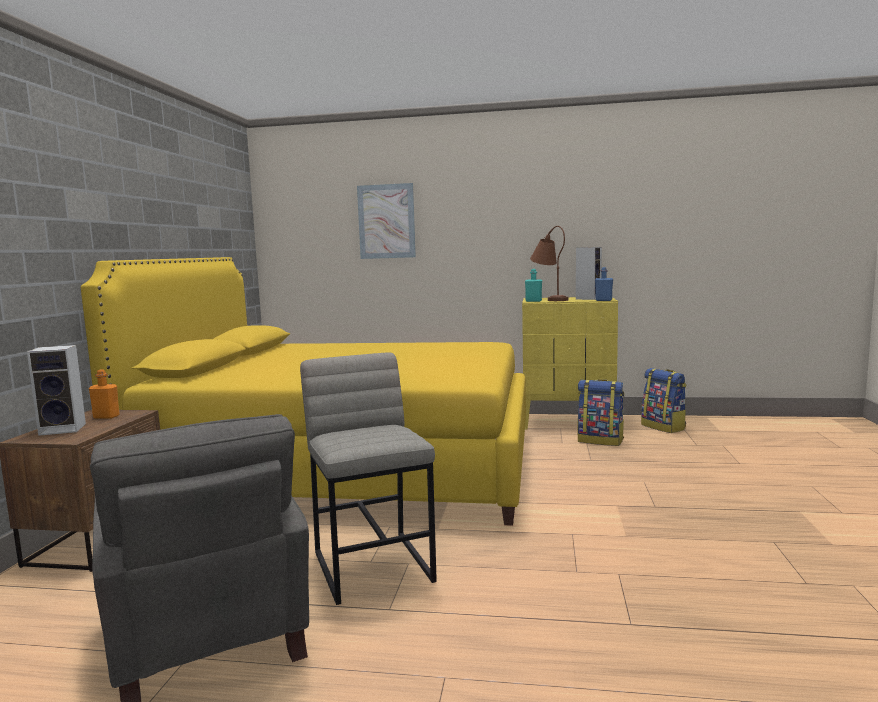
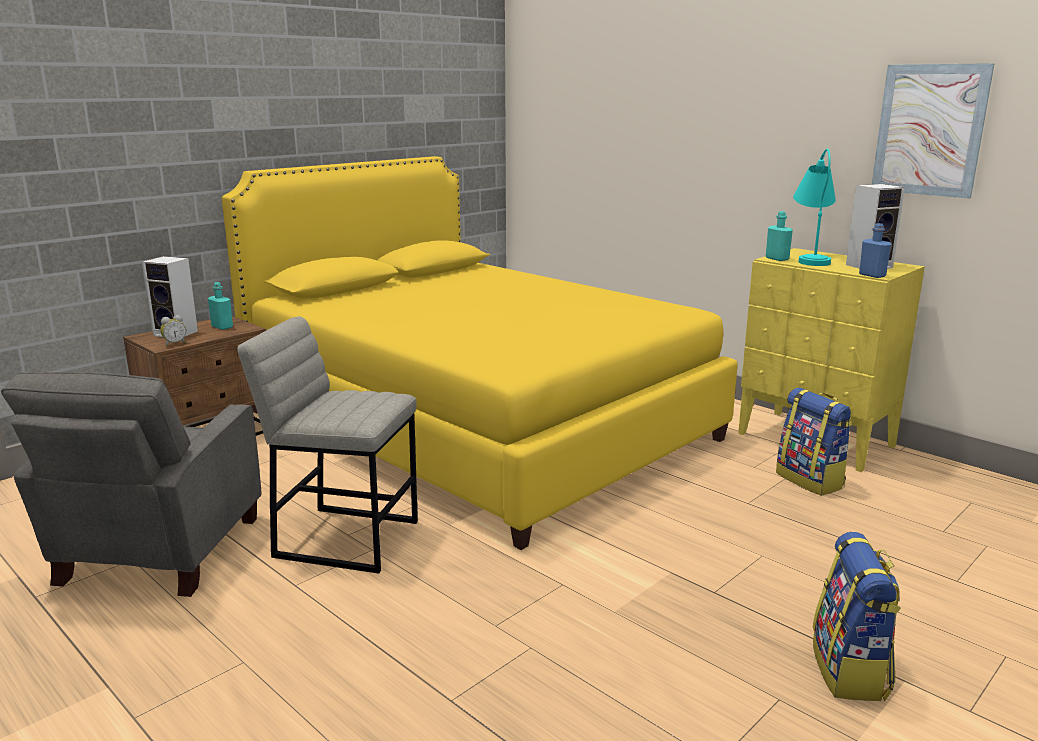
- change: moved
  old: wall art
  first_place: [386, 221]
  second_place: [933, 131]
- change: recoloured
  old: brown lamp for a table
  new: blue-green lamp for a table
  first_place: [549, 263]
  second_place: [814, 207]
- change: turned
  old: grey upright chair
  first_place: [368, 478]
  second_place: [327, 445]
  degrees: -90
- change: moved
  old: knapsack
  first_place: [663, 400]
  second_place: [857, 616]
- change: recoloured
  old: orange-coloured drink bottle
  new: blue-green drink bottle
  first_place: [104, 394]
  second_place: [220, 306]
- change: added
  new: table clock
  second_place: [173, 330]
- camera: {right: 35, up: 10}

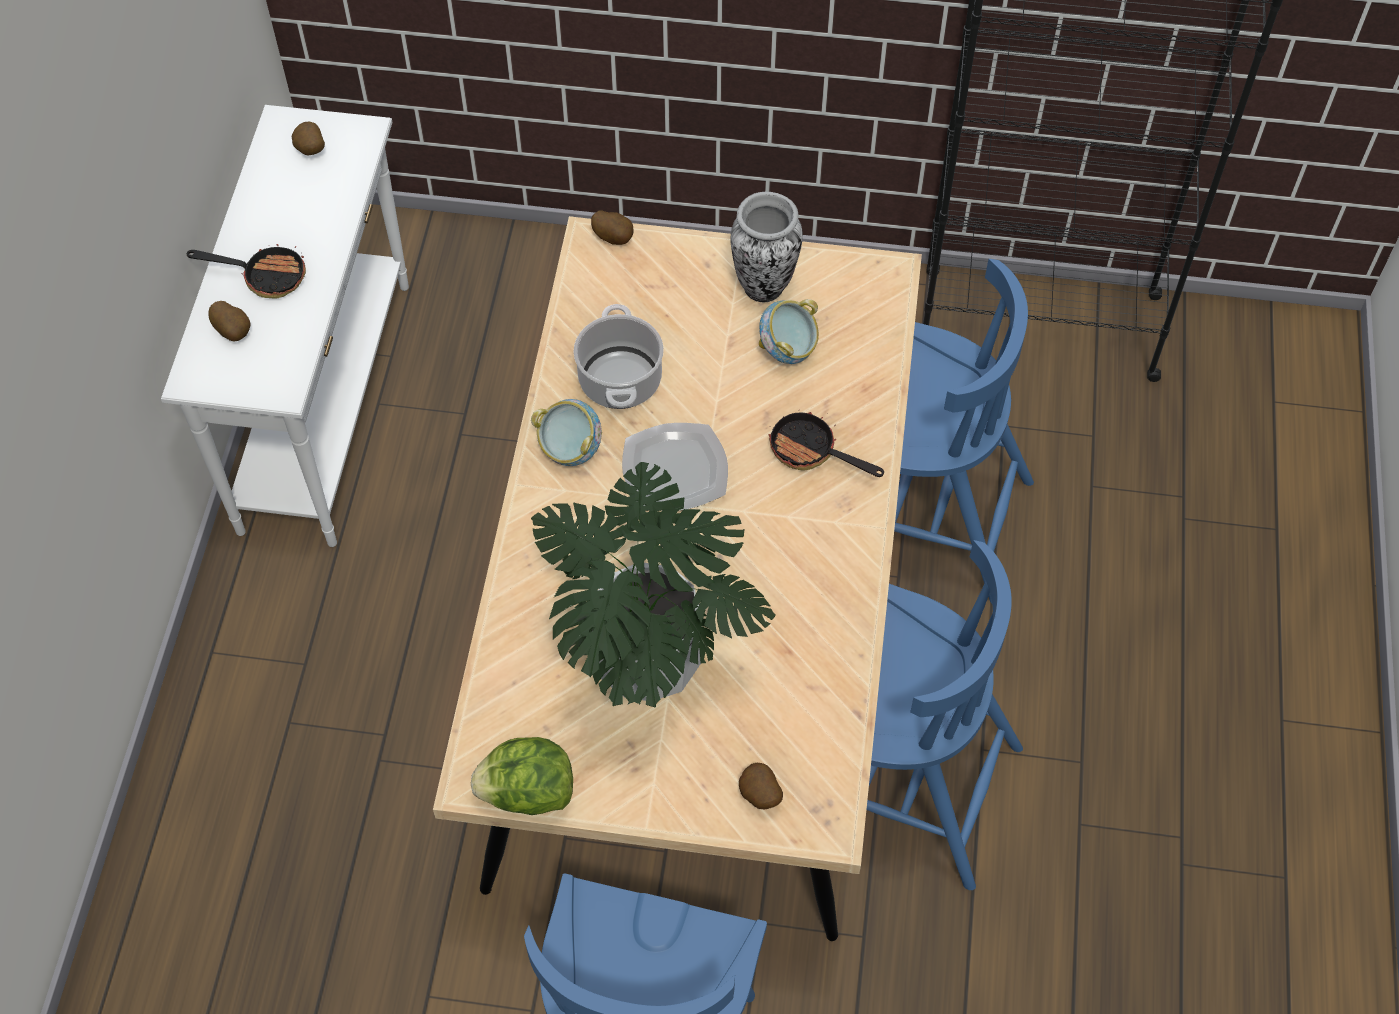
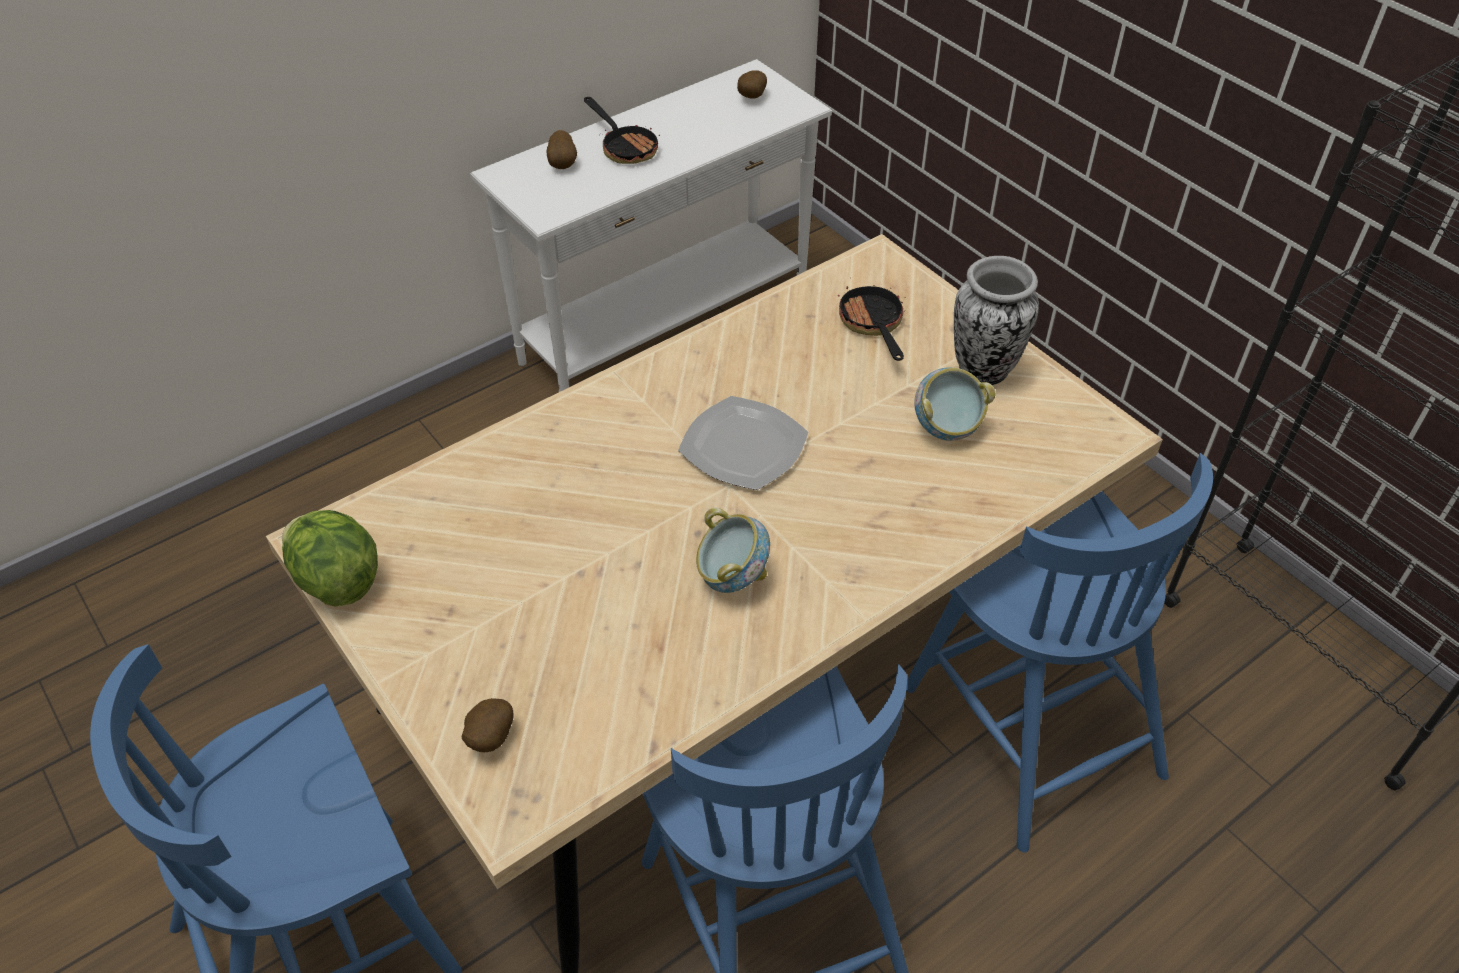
- change: removed
  old: spud
  first_place: [612, 227]
- change: removed
  old: saucepot
  first_place: [618, 356]
- change: moved
  old: deep dish
  first_place: [566, 432]
  second_place: [733, 550]
- change: moved
  old: frying pan
  first_place: [826, 443]
  second_place: [872, 323]
- change: removed
  old: plant in a pot
  first_place: [653, 584]
- camera: {right: 45, up: -10}

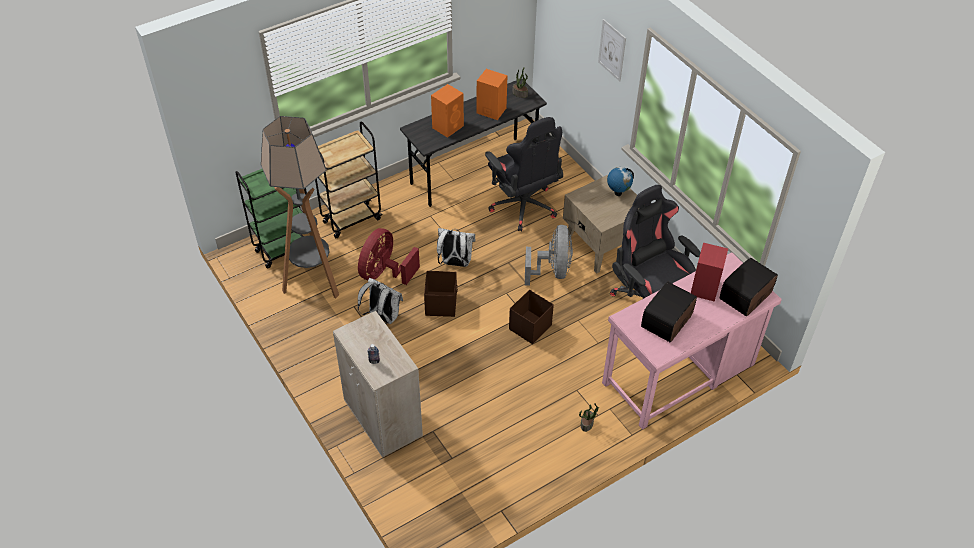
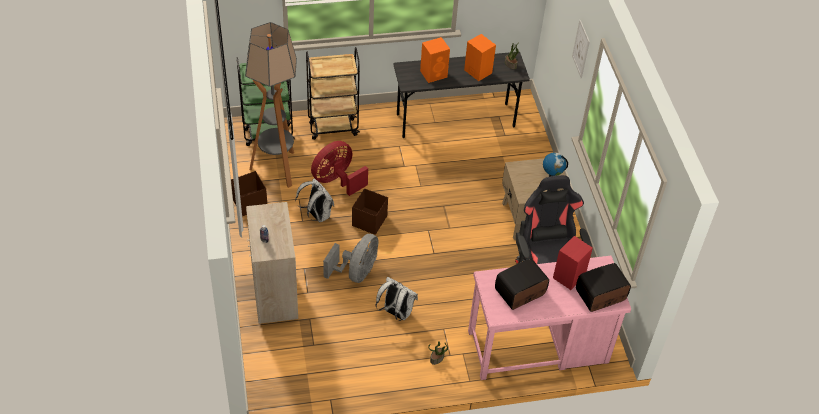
- change: removed
  old: black-coloured office chair
  first_place: [524, 174]
- change: moved
  old: grey electric fan
  first_place: [549, 255]
  second_place: [350, 258]
- change: moved
  old: white knapsack
  first_place: [456, 247]
  second_place: [397, 299]
- change: moved
  old: brown storage bin
  first_place: [531, 317]
  second_place: [249, 193]
- camera: {right: 20, up: 0}

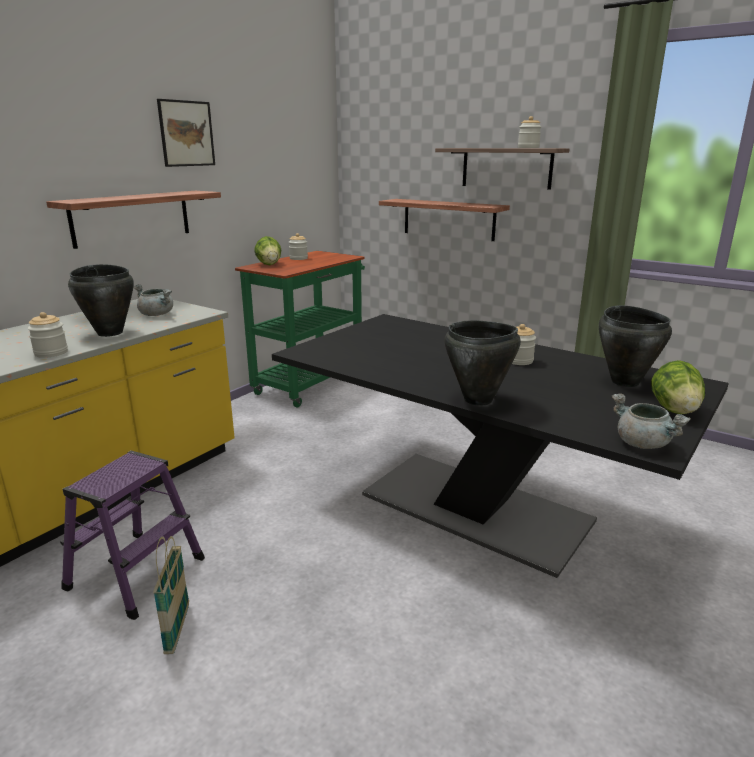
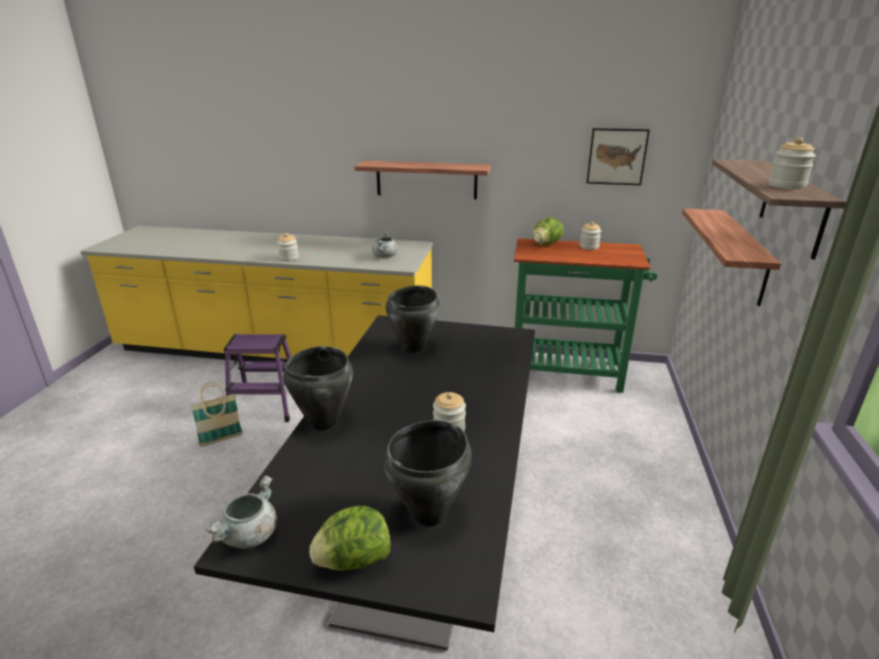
- change: moved
  old: wall art
  first_place: [186, 133]
  second_place: [618, 156]
- change: moved
  old: black-coloured saucepot
  first_place: [101, 300]
  second_place: [413, 319]
- camera: {right: 65, up: 5}

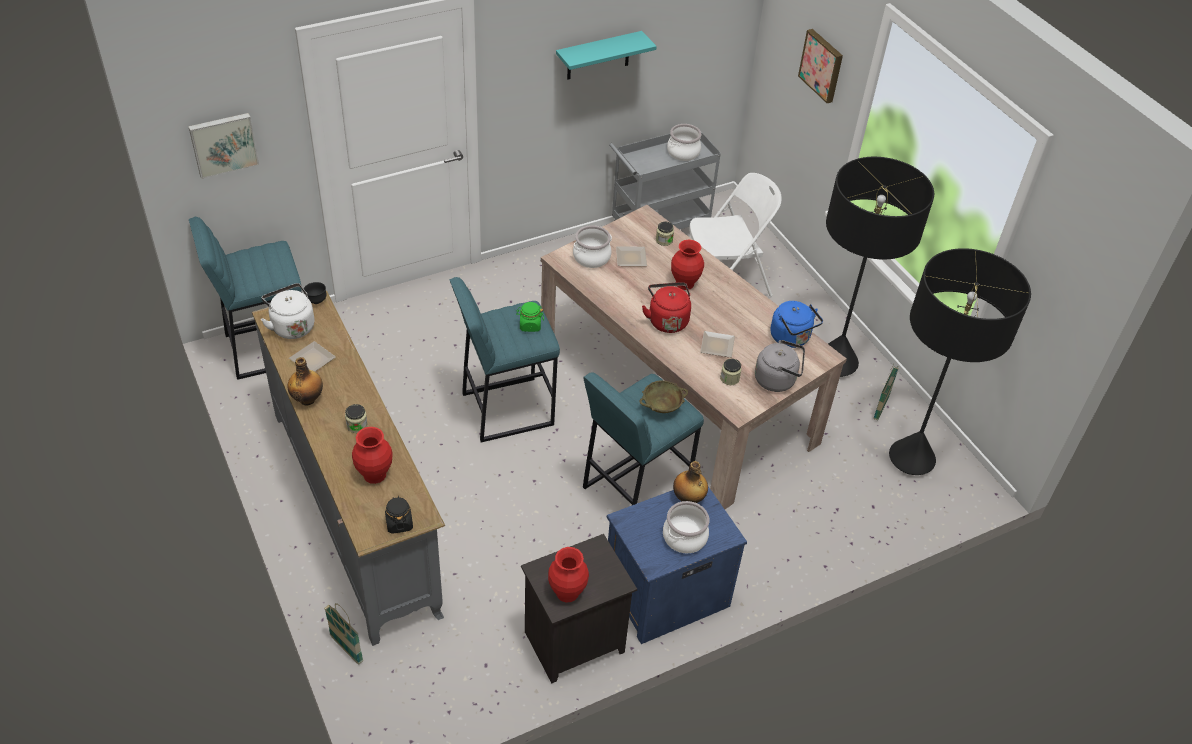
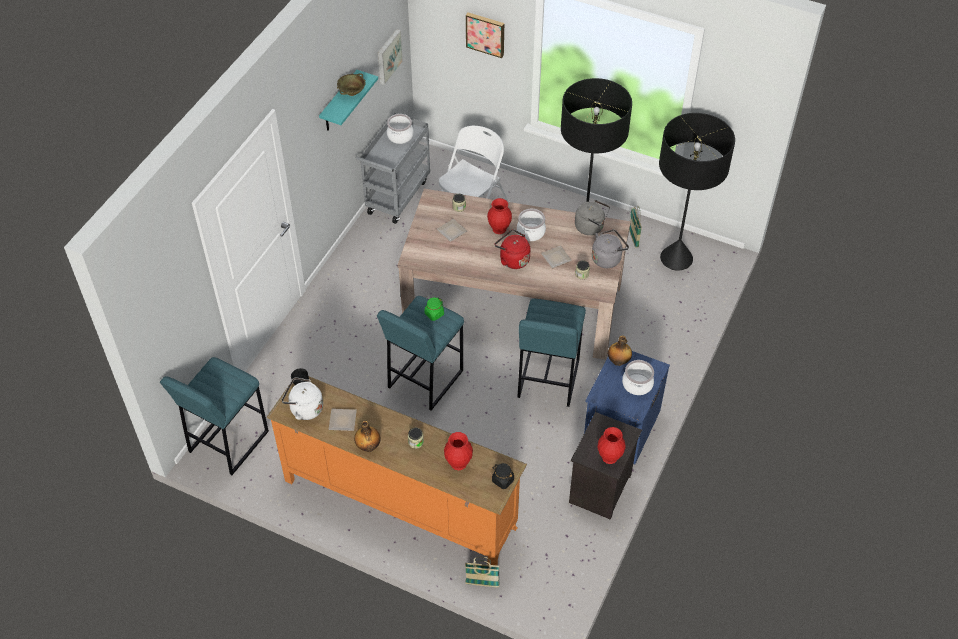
- change: moved
  old: wall art
  first_place: [223, 146]
  second_place: [390, 57]
- change: moved
  old: saucepot
  first_place: [592, 246]
  second_place: [531, 225]
- change: recoloured
  old: grey cabinet
  new: orange-coloured cabinet
  first_place: [348, 468]
  second_place: [397, 471]
- change: recoloured
  old: blue kettle
  new: grey kettle
  first_place: [797, 324]
  second_place: [592, 217]
- change: moved
  old: beige-coloured deep dish
  first_place: [663, 397]
  second_place: [351, 84]
- camera: {right: -35, up: 5}

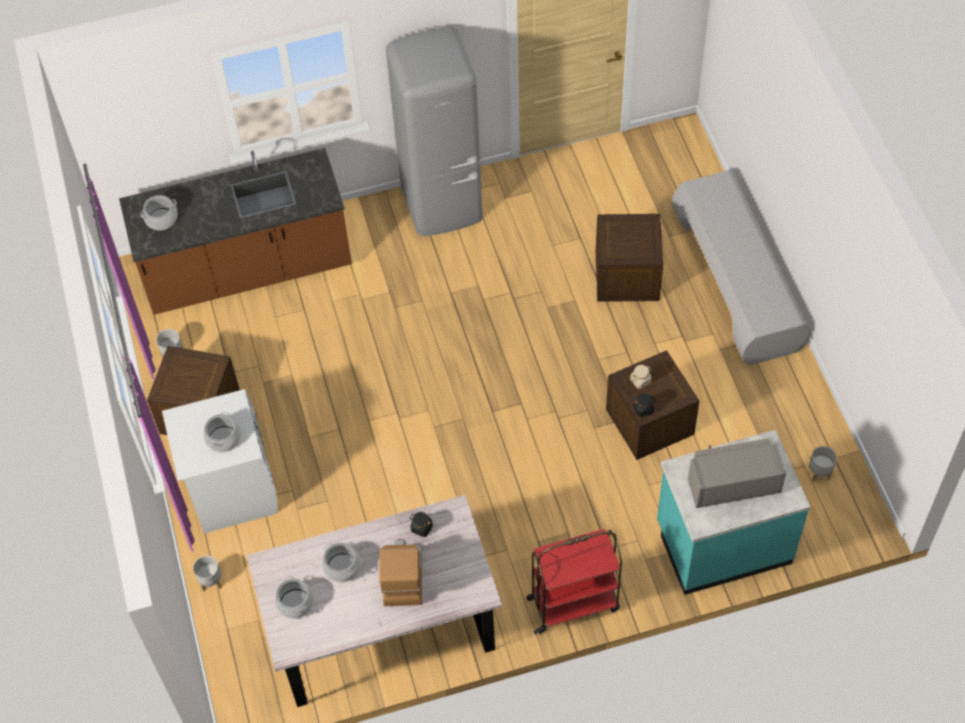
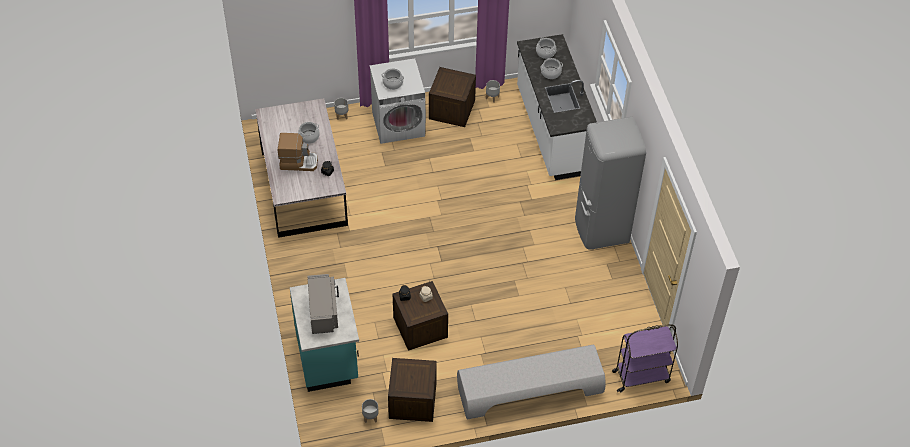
- change: recoloured
  old: brown kitchen counter
  new: white kitchen counter
  first_place: [235, 231]
  second_place: [557, 107]
- change: moved
  old: shipping crate
  first_place: [629, 258]
  second_place: [412, 390]
- change: removed
  old: red wheeled cart
  first_place: [574, 582]
- change: moved
  old: saucepot
  first_place: [294, 597]
  second_place: [551, 68]
- change: added
  new: purple-coloured wheeled cart
  second_place: [645, 358]
- camera: {right: 90, up: -5}

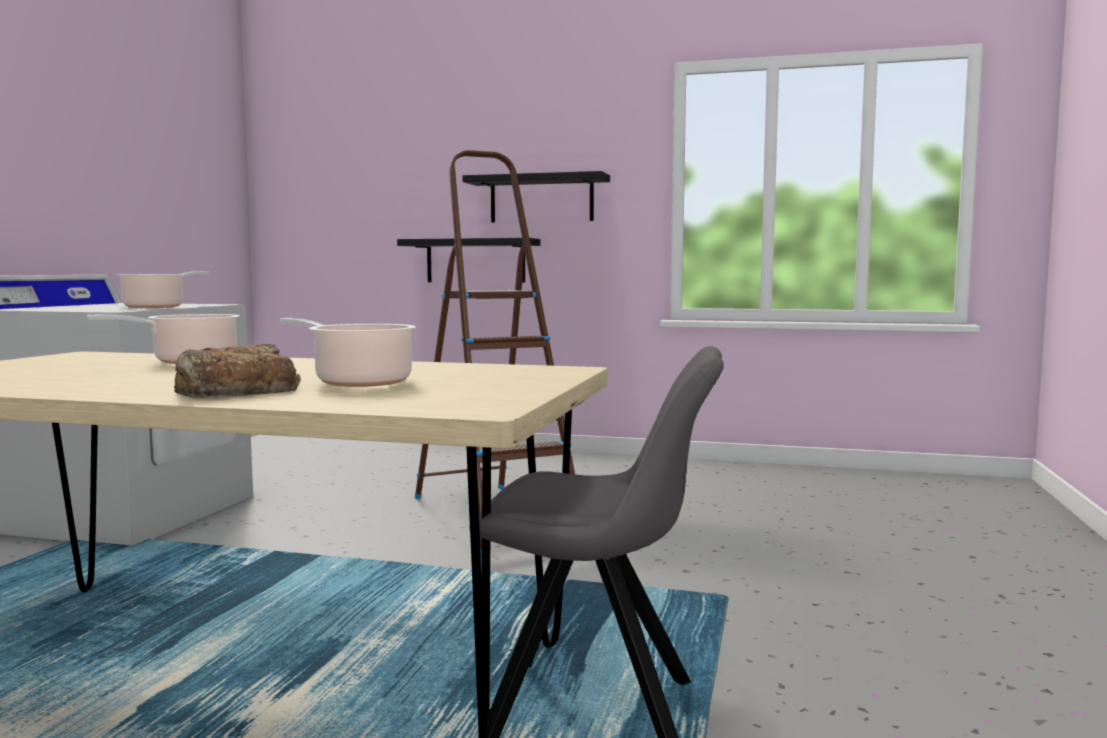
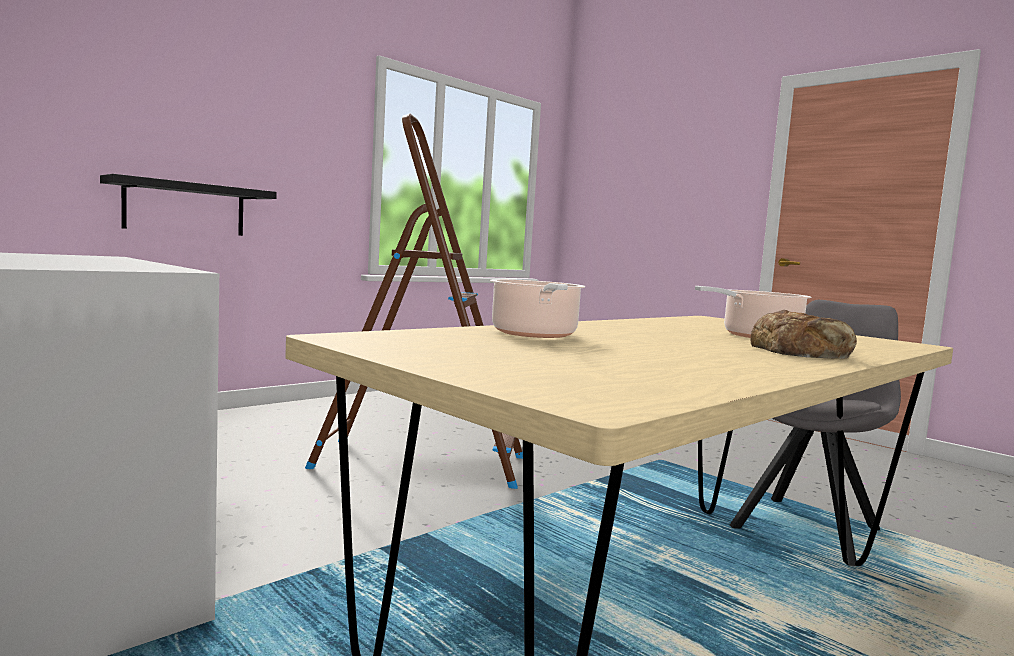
- change: removed
  old: black-coloured bracket shelf
  first_place: [536, 196]
- change: removed
  old: saucepot
  first_place: [163, 289]
- camera: {right: -60, up: 0}

